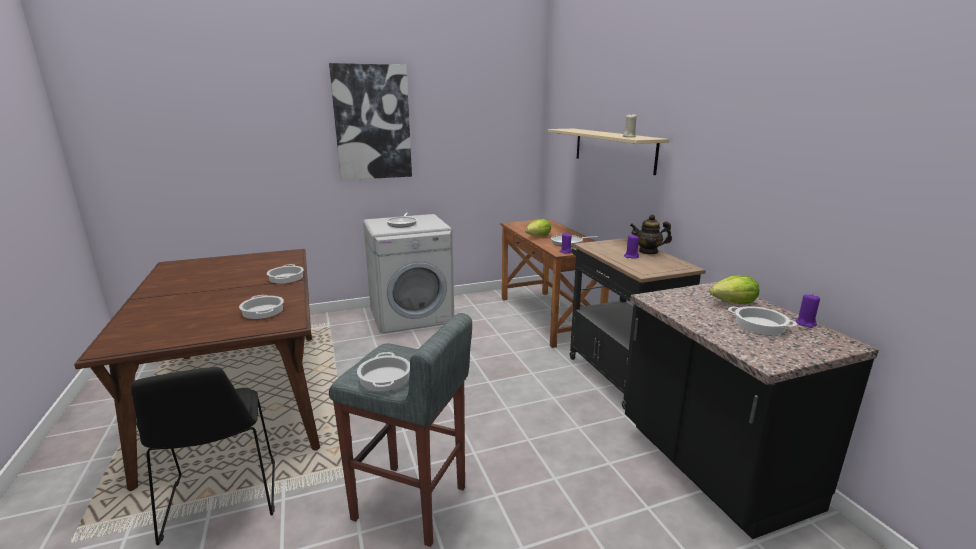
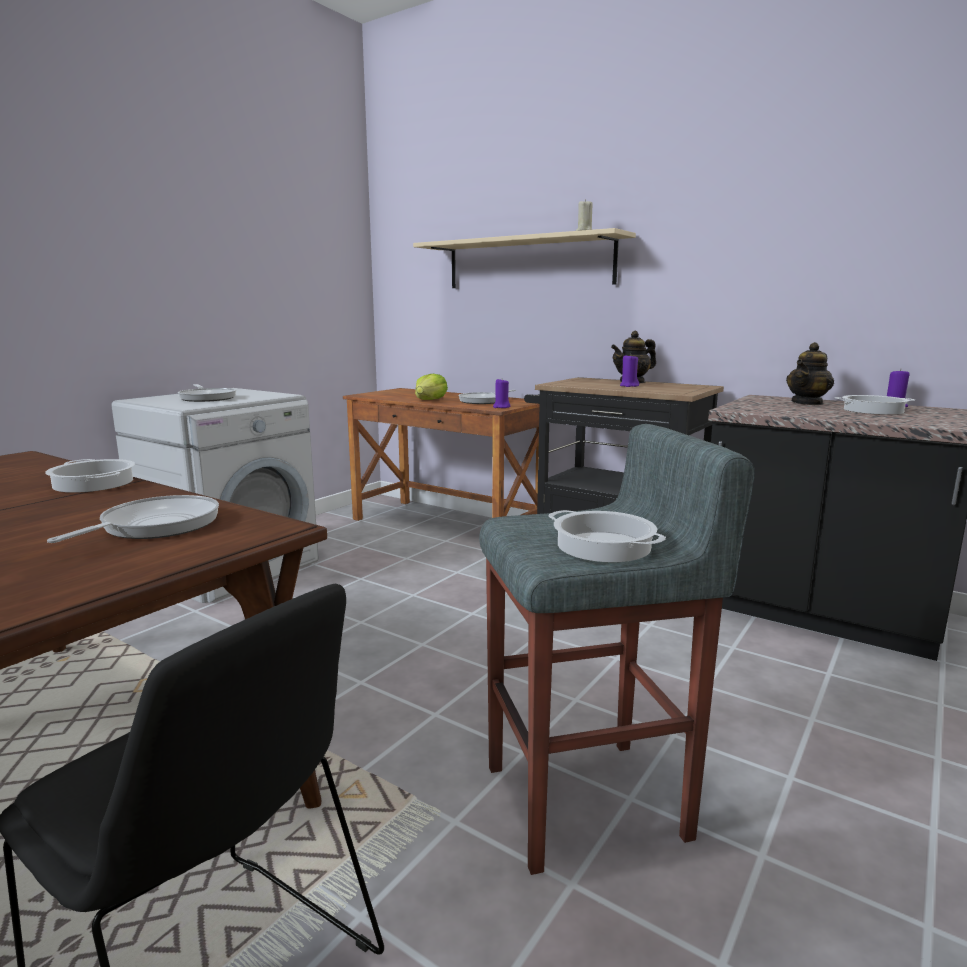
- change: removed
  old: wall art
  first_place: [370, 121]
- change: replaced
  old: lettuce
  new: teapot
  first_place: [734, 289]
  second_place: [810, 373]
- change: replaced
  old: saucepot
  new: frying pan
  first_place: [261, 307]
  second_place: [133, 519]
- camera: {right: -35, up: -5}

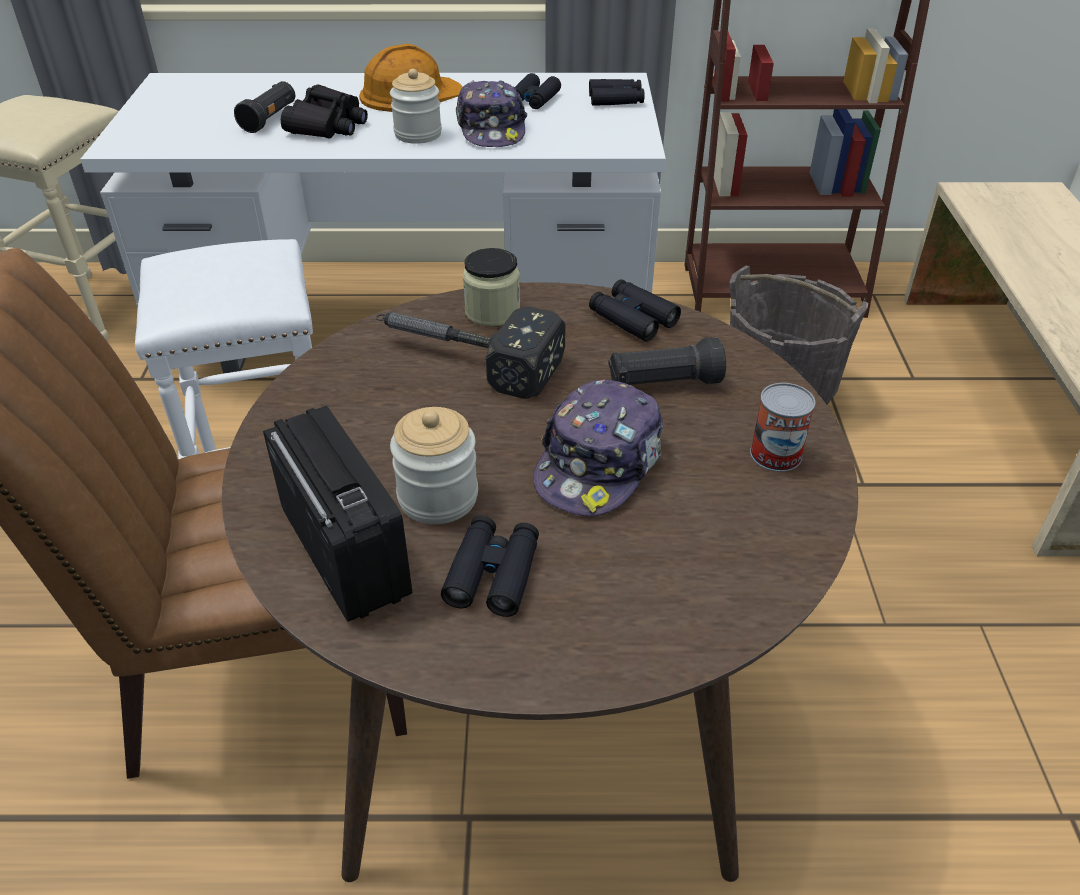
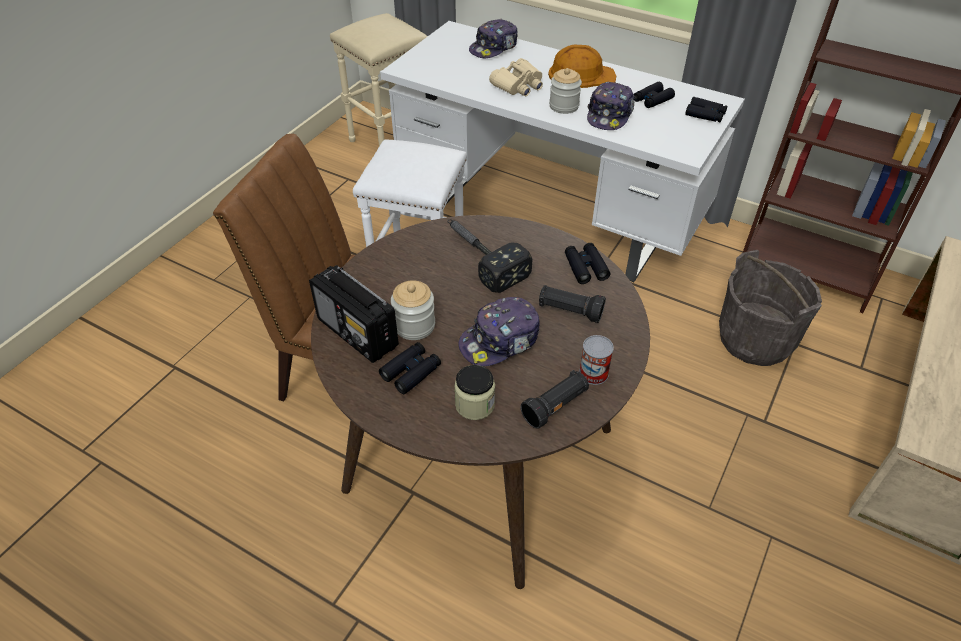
- change: moved
  old: black-coloured flashlight
  first_place: [264, 107]
  second_place: [555, 399]
- change: recoloured
  old: black-coloured field glasses
  new: beige-coloured field glasses
  first_place: [324, 111]
  second_place: [516, 77]
- change: moved
  old: jar
  first_place: [491, 287]
  second_place: [474, 392]
- change: turned
  old: radio set
  first_place: [337, 514]
  second_place: [354, 314]
  degrees: 135
- change: added
  new: baseball cap
  second_place: [493, 38]
- camera: {right: 30, up: 5}

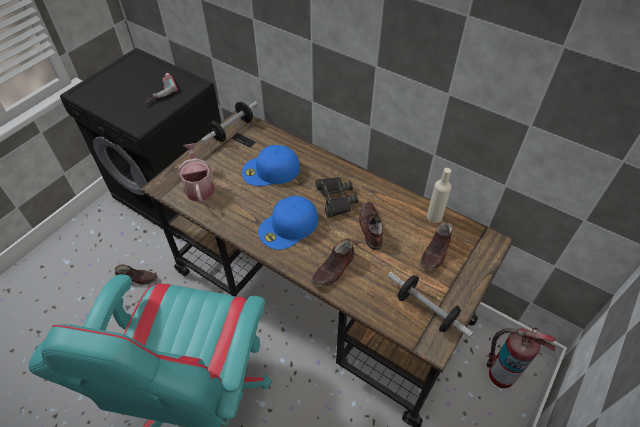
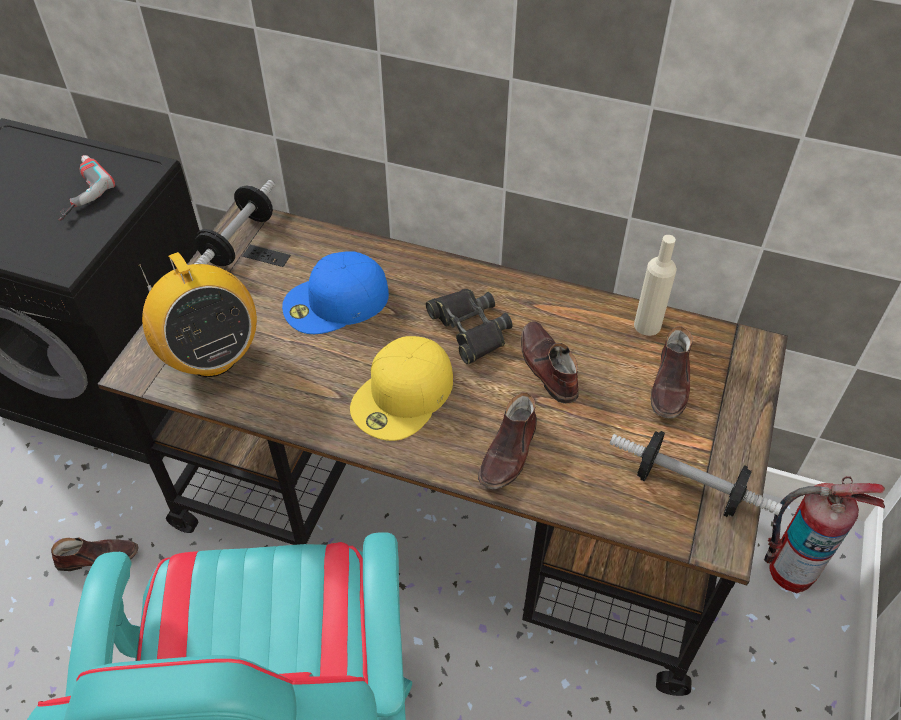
- change: replaced
  old: watering can
  new: radio set
  first_place: [196, 172]
  second_place: [198, 314]
- change: recoloured
  old: blue baseball cap
  new: yellow baseball cap
  first_place: [288, 223]
  second_place: [401, 388]
- camera: {right: -15, up: 0}

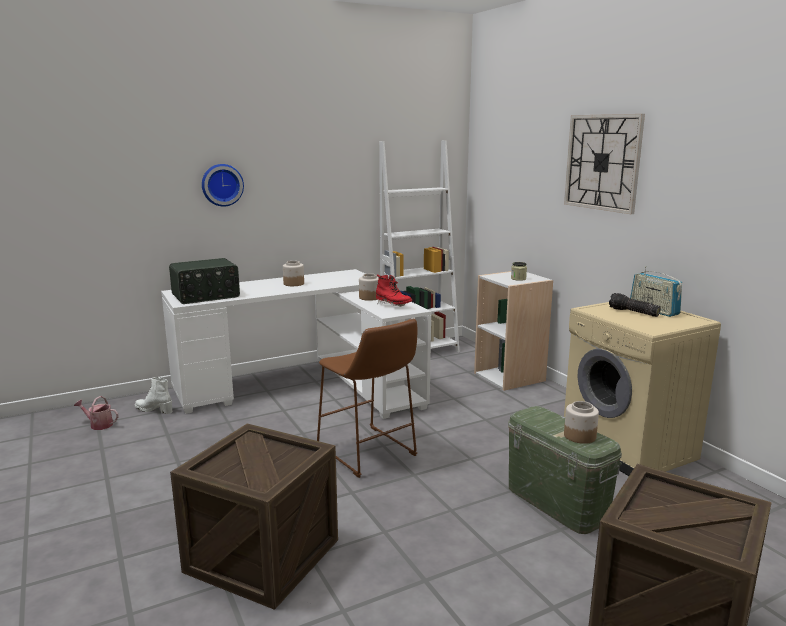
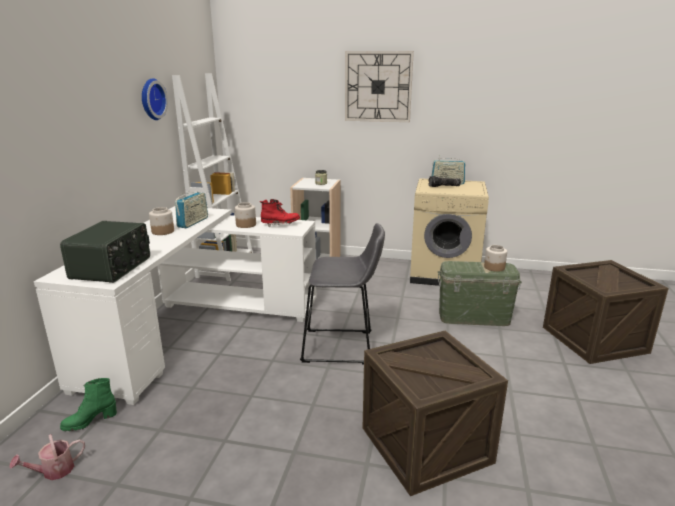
- change: moved
  old: clock on the wall
  first_place: [223, 185]
  second_place: [155, 99]
- change: recoloured
  old: brown sitting stool
  new: grey sitting stool
  first_place: [367, 398]
  second_place: [342, 293]
- change: recoloured
  old: white high-top boot
  new: green high-top boot
  first_place: [153, 395]
  second_place: [88, 404]
- change: added
  new: radio set
  second_place: [191, 210]
- camera: {right: -50, up: 5}

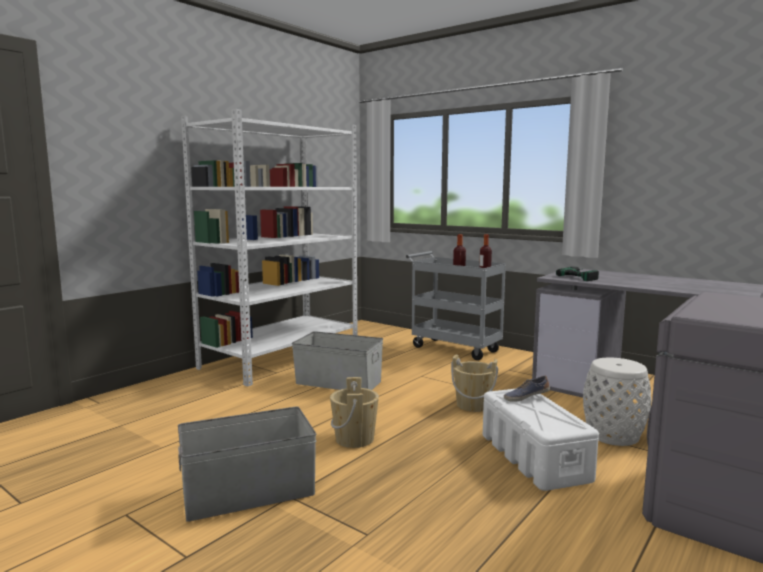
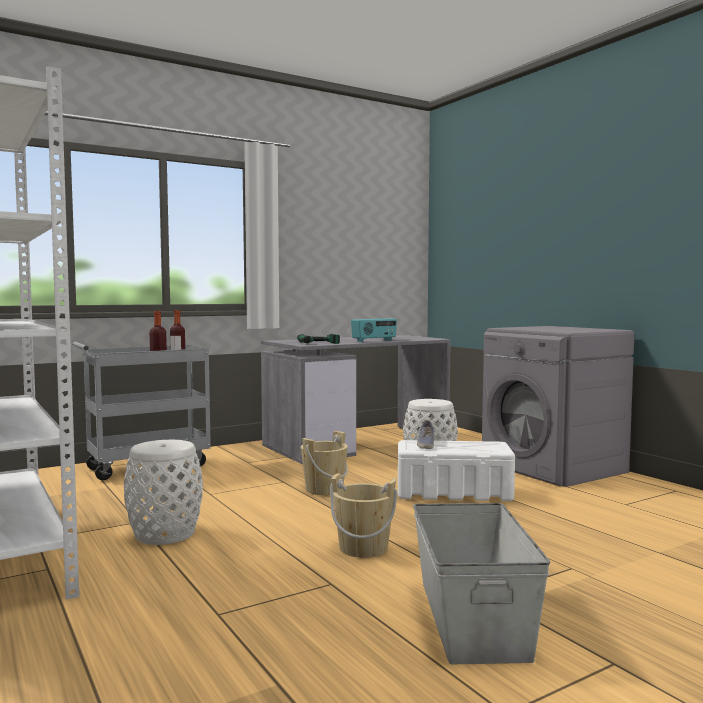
- change: replaced
  old: grey storage bin
  new: white sitting stool
  first_place: [337, 360]
  second_place: [163, 492]
- change: added
  new: radio set
  second_place: [374, 330]
- camera: {right: -70, up: -5}

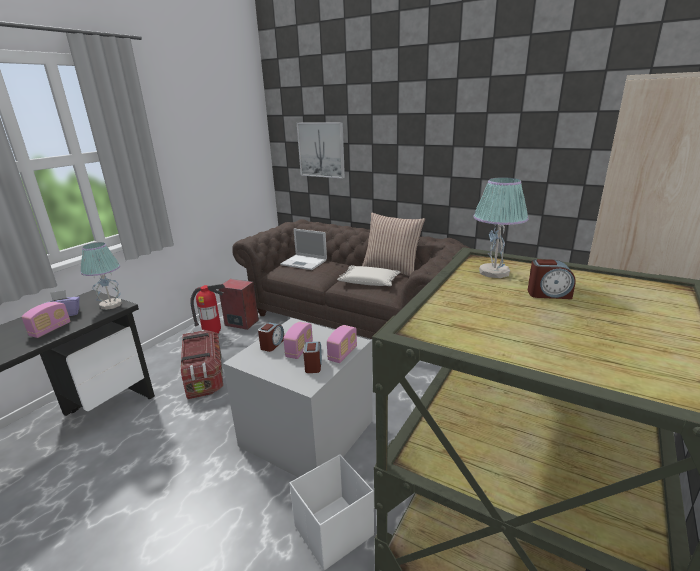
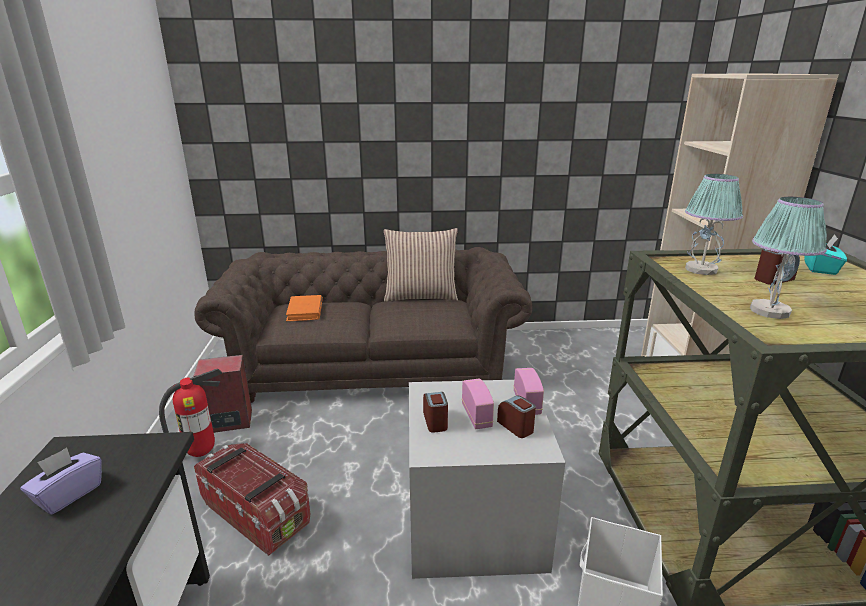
- change: removed
  old: wall art
  first_place: [321, 150]
- change: replaced
  old: laptop
  new: orange-coloured volume
  first_place: [303, 249]
  second_place: [304, 308]
- change: moved
  old: lamp for a table
  first_place: [101, 276]
  second_place: [788, 258]
- change: removed
  old: white cushion
  first_place: [369, 275]
- change: removed
  old: radio set
  first_place: [46, 320]
- change: added
  new: blue-green tissue holder
  second_place: [825, 254]
- camera: {right: -35, up: 0}

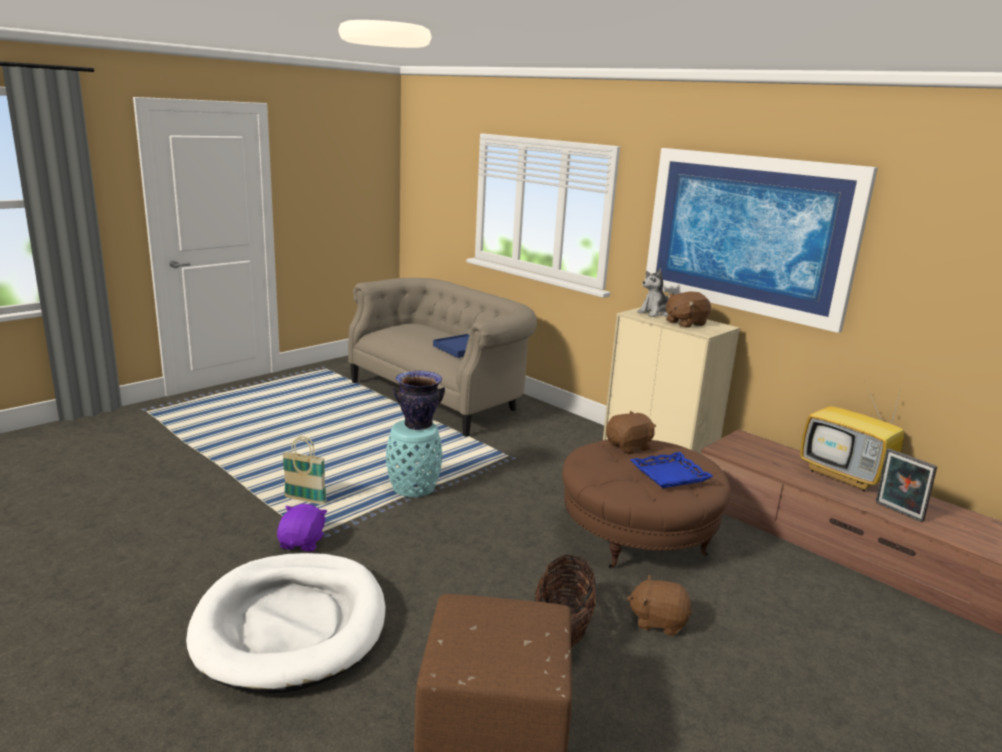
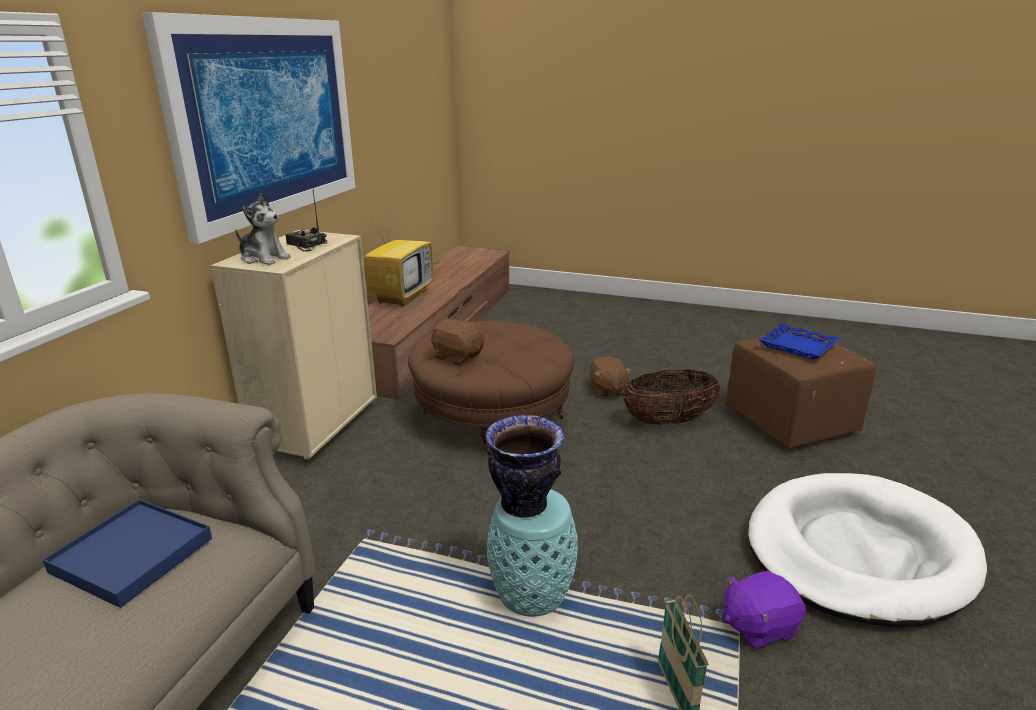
- change: replaced
  old: brown soft toy
  new: radio set
  first_place: [688, 310]
  second_place: [306, 221]
- change: removed
  old: standing frame
  first_place: [906, 485]
- change: moved
  old: blue serving tray
  first_place: [672, 470]
  second_place: [799, 341]
- camera: {right: -115, up: 5}

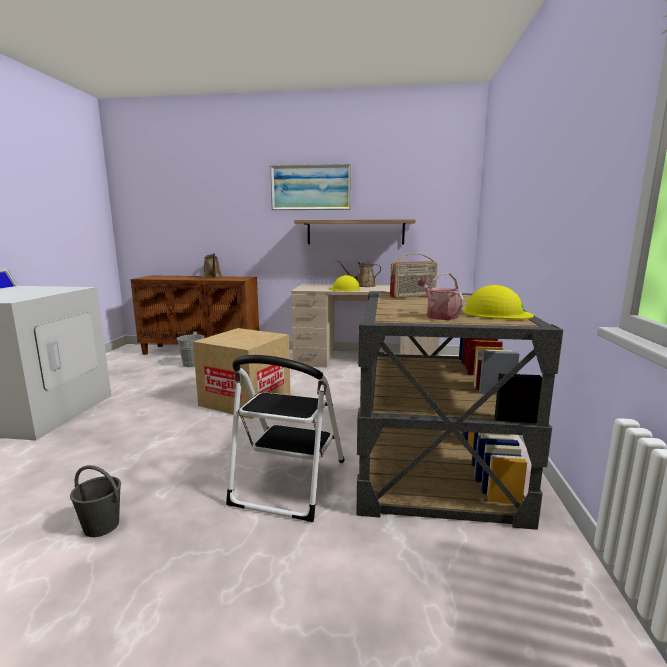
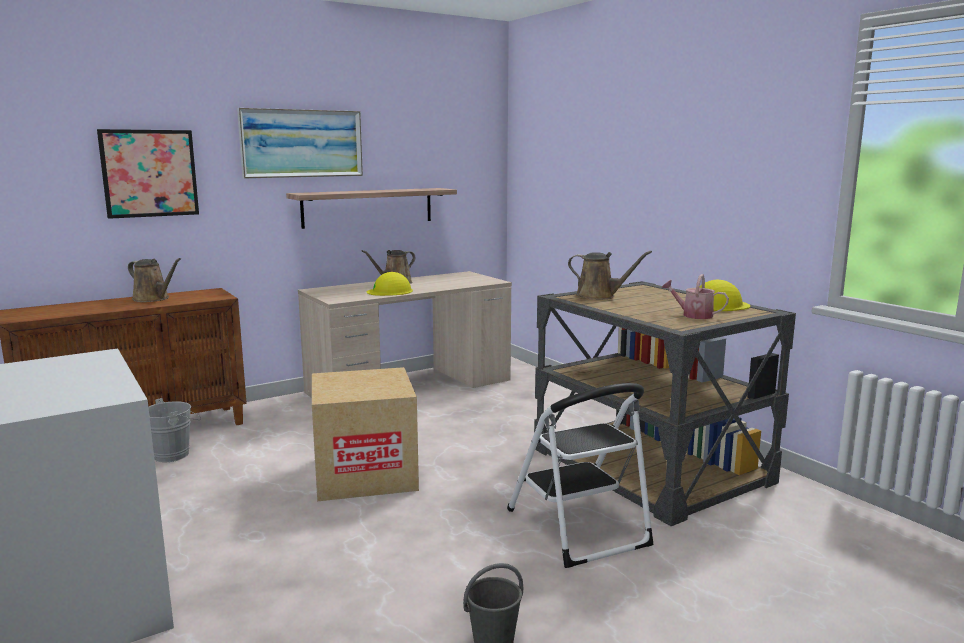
- change: replaced
  old: radio set
  new: brown watering can
  first_place: [414, 276]
  second_place: [610, 275]
- change: added
  new: wall art
  second_place: [148, 174]
- camera: {right: -40, up: 0}

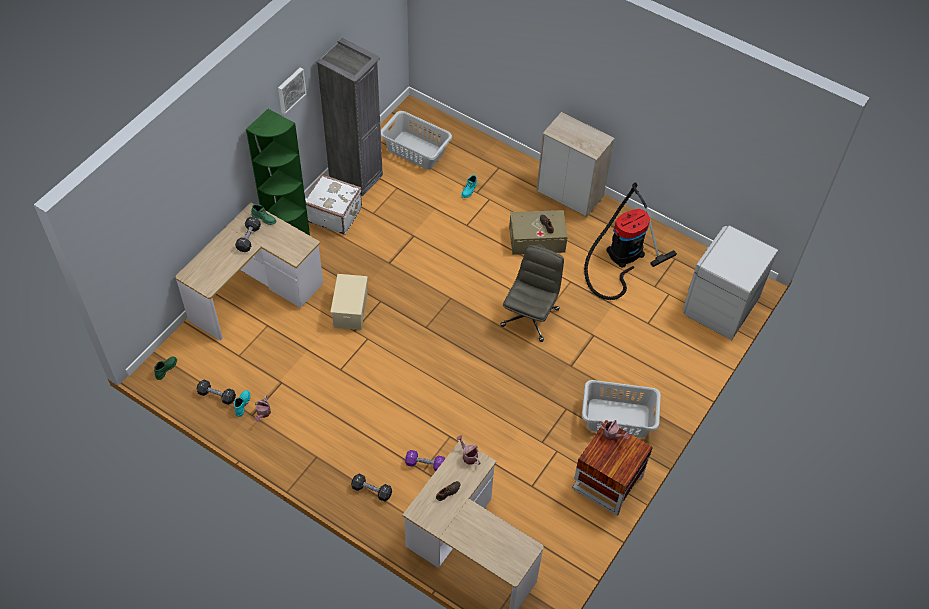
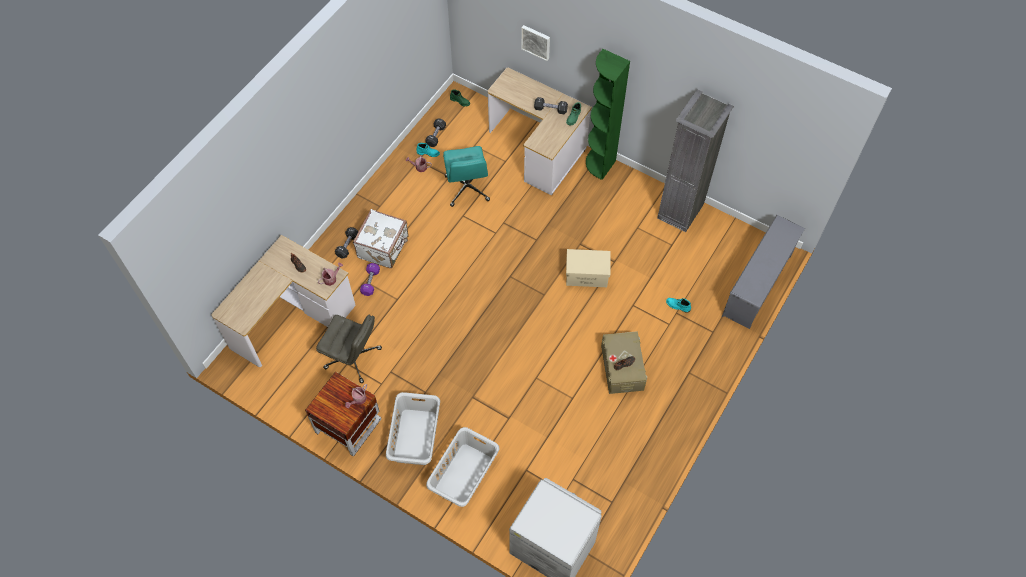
- change: moved
  old: wall art
  first_place: [292, 90]
  second_place: [535, 43]
- change: moved
  old: grey hamper
  first_place: [416, 140]
  second_place: [463, 467]
- change: removed
  old: beige-coloured cabinet
  first_place: [575, 164]
- change: moved
  old: white piece of luggage
  first_place: [333, 204]
  second_place: [381, 238]
- change: removed
  old: vacuum
  first_place: [630, 241]
- change: moved
  old: grey office chair
  first_place: [532, 293]
  second_place: [349, 349]
- change: moved
  old: beige-coloured storage bin
  first_place: [349, 302]
  second_place: [588, 268]
- change: added
  new: blue-green office chair
  second_place: [466, 176]
- change: added
  new: grey shoe stand
  second_place: [763, 272]
- camera: {right: 90, up: 5}

